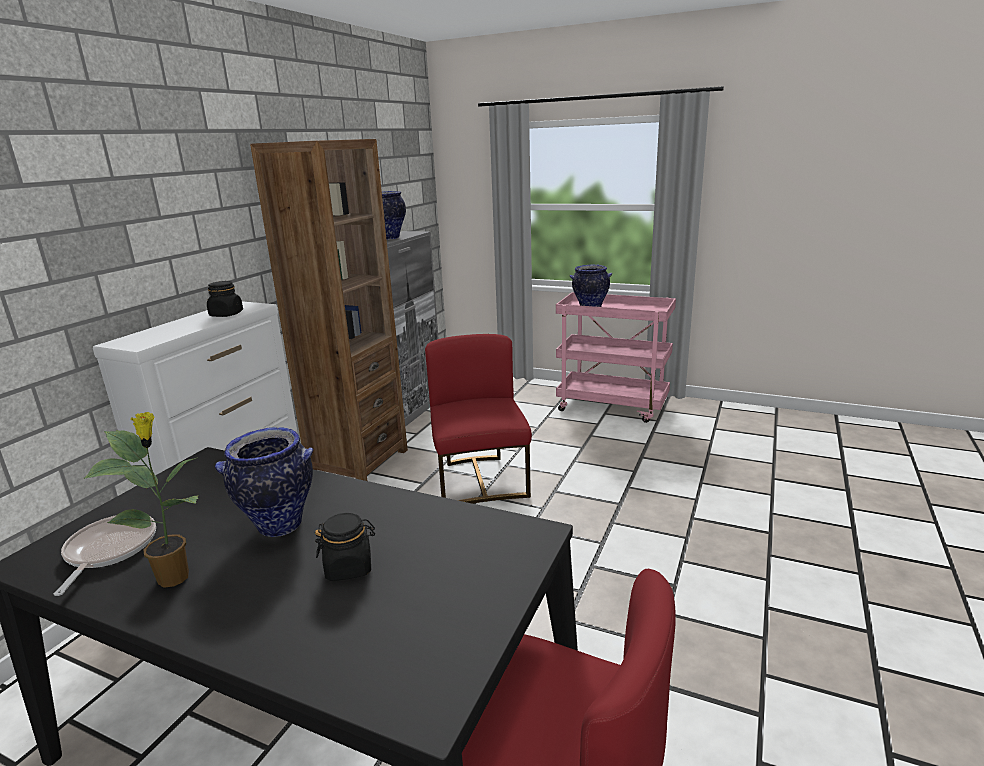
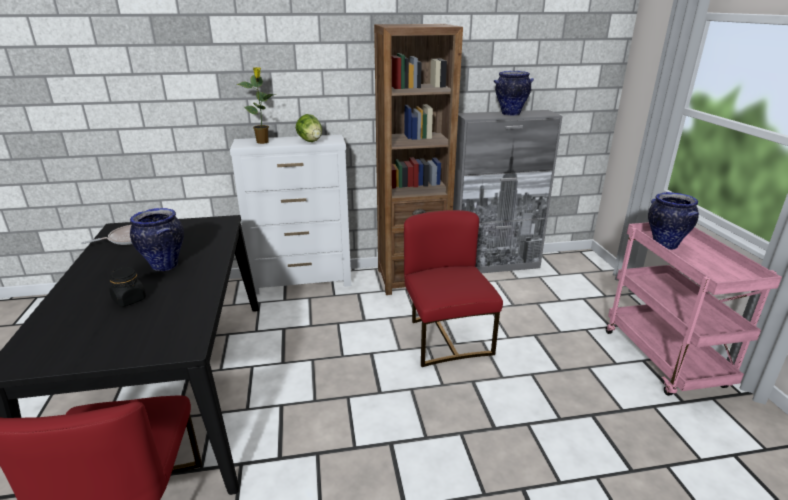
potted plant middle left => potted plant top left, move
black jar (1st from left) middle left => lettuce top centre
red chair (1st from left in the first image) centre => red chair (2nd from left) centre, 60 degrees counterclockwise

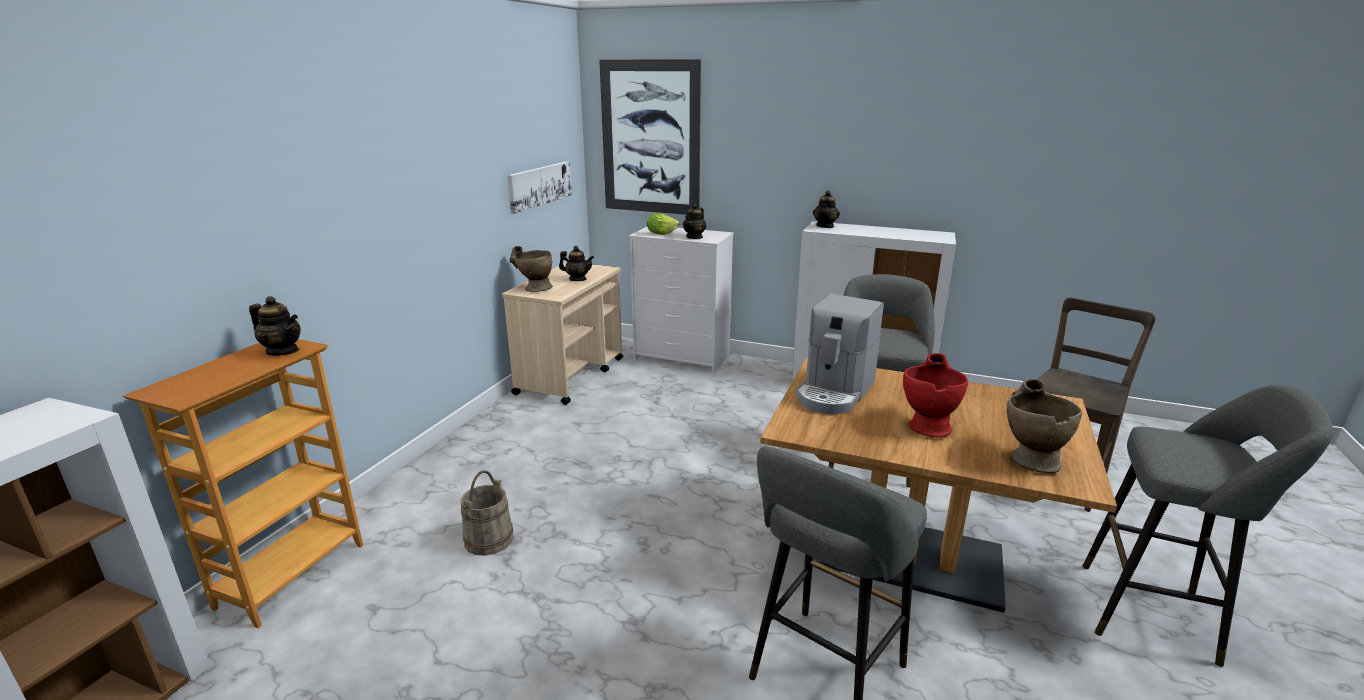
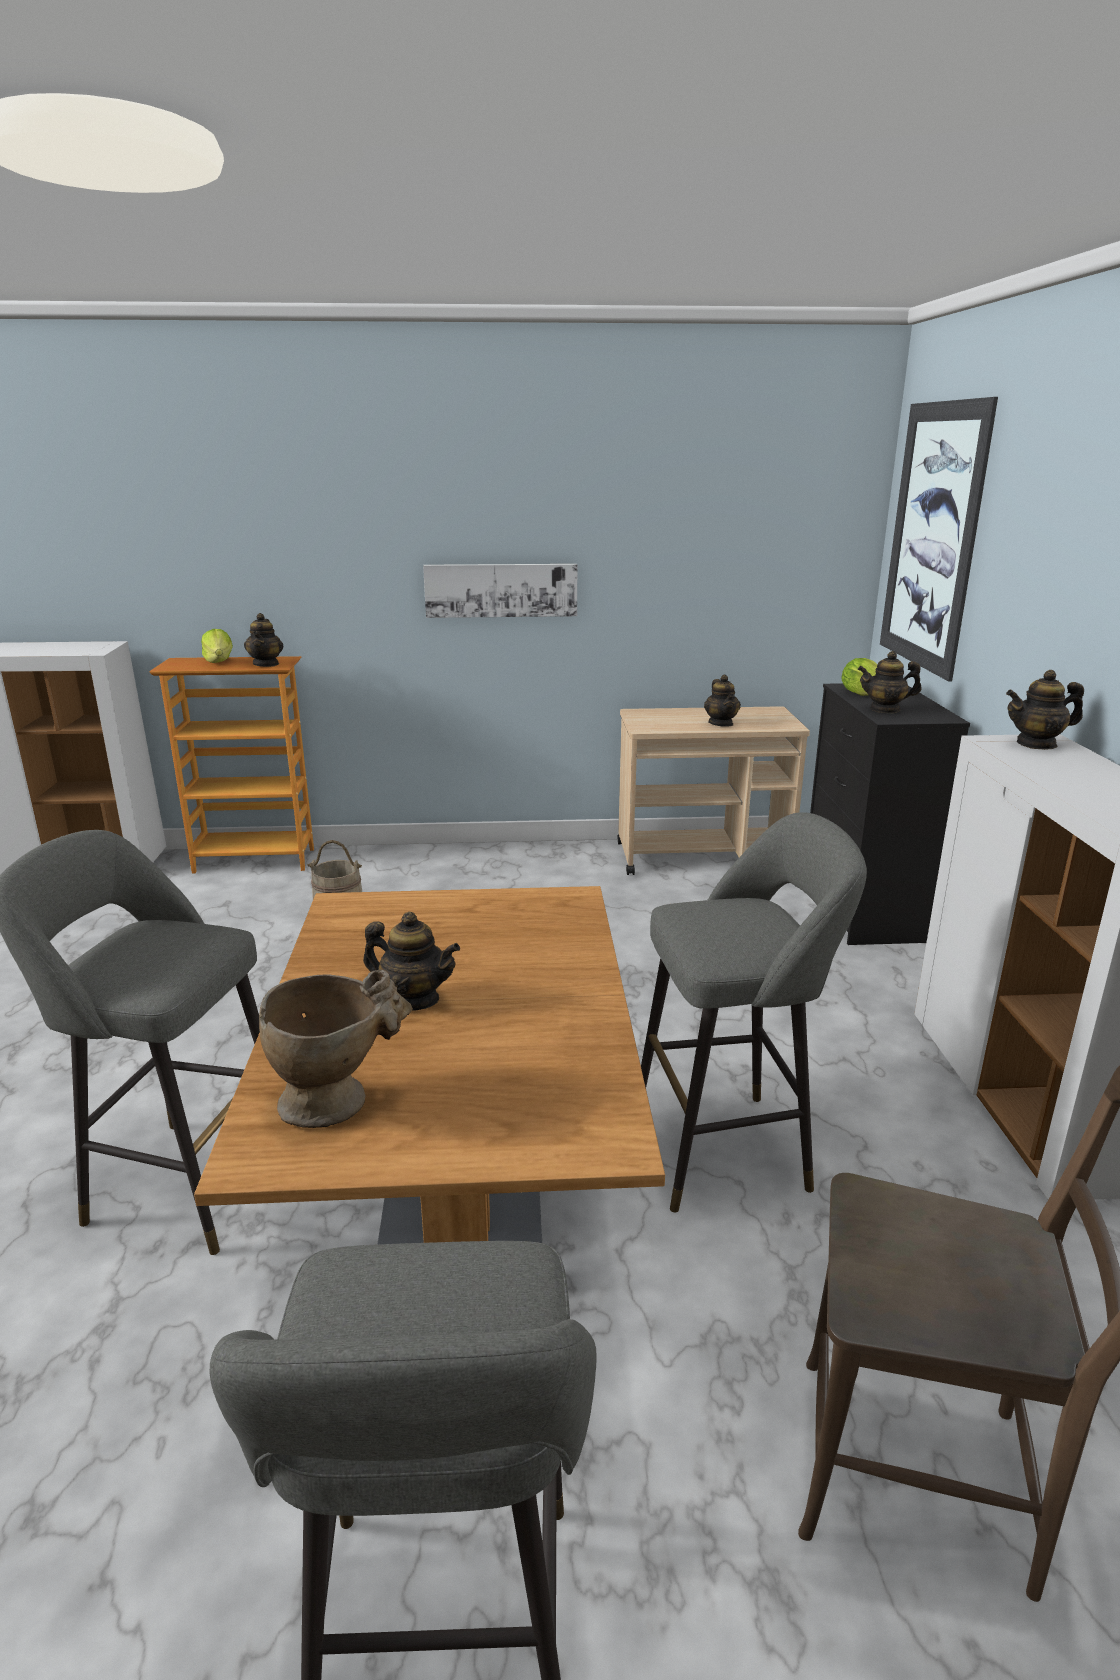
beige vase (1st from left) centre => nothing
coffee machine centre => nothing
nothing => lettuce (1st from left) middle left
picture (1st from left) top centre => picture (1st from left) centre, move
red vase middle right => teapot (2nd from left) centre
white dresser centre => black dresser middle right

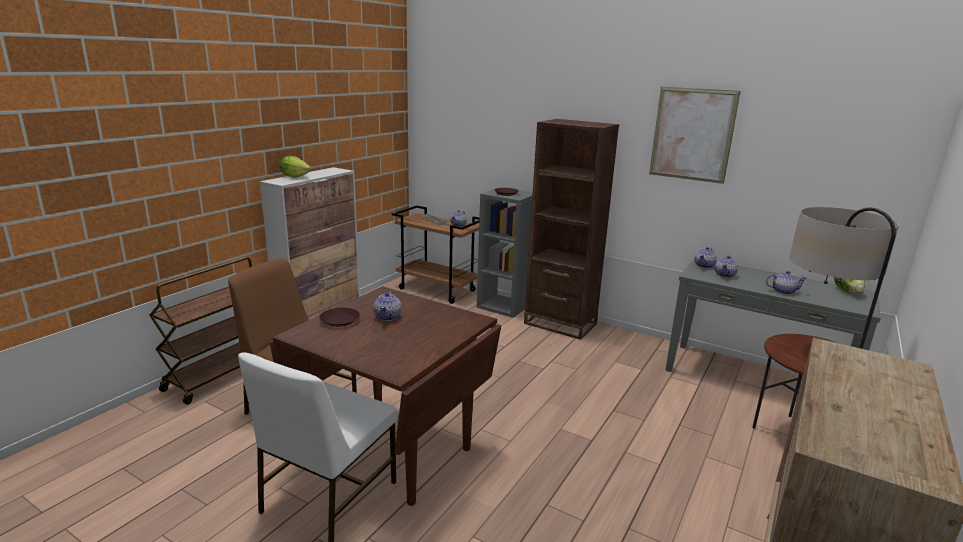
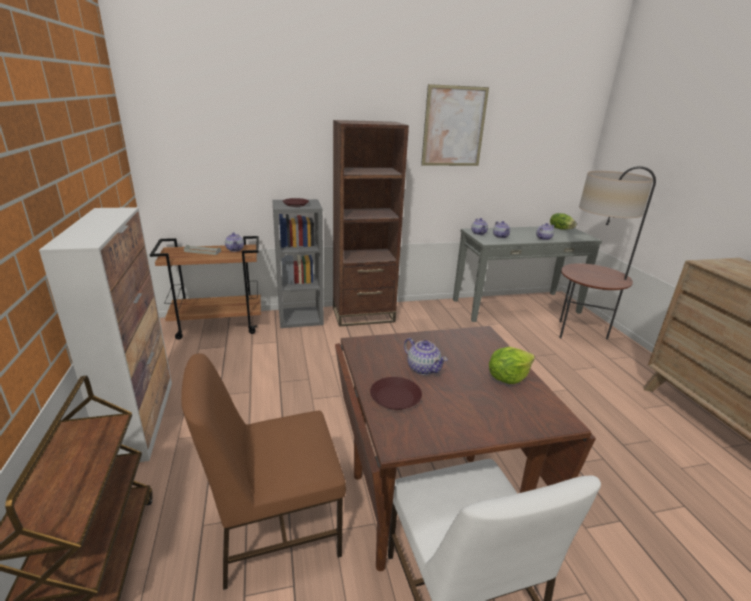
lettuce (1st from left) top left => lettuce (1st from left) middle right, move

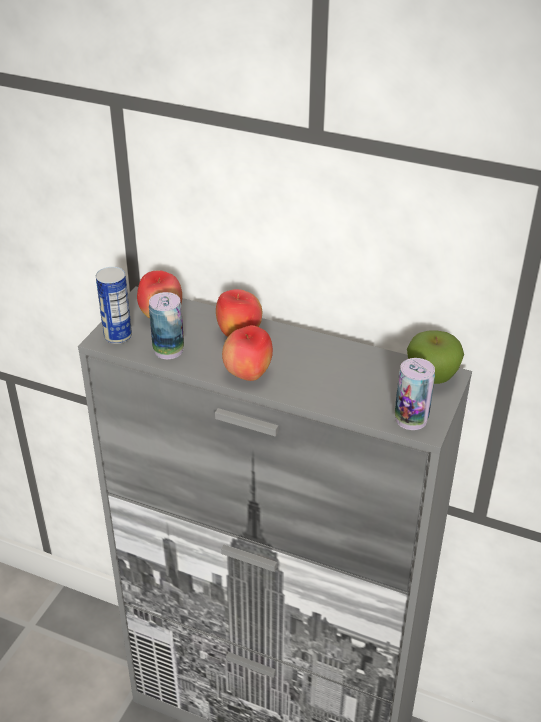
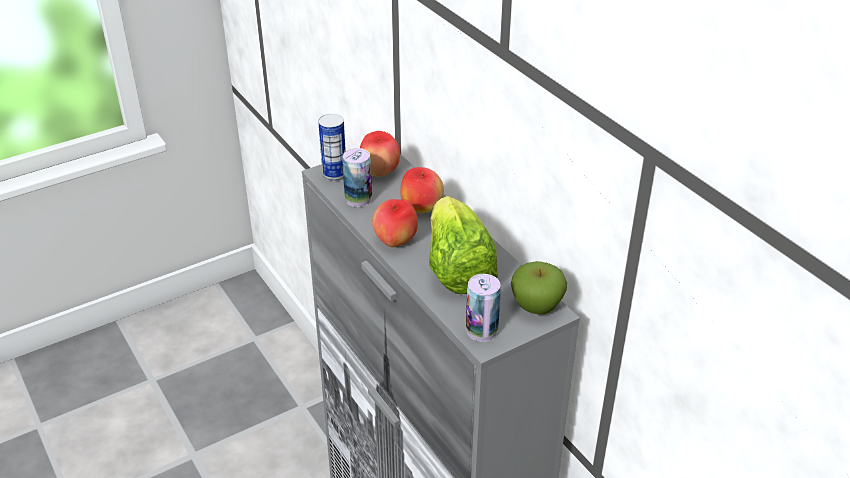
nothing => lettuce centre

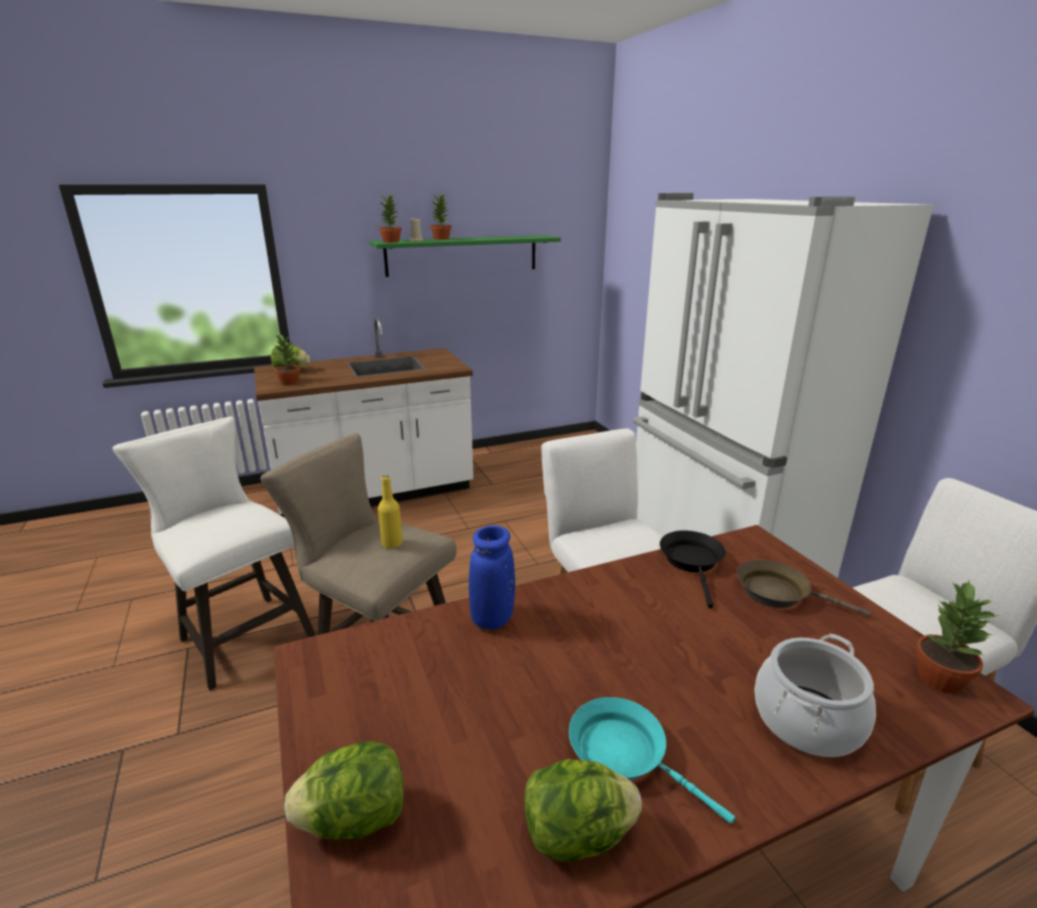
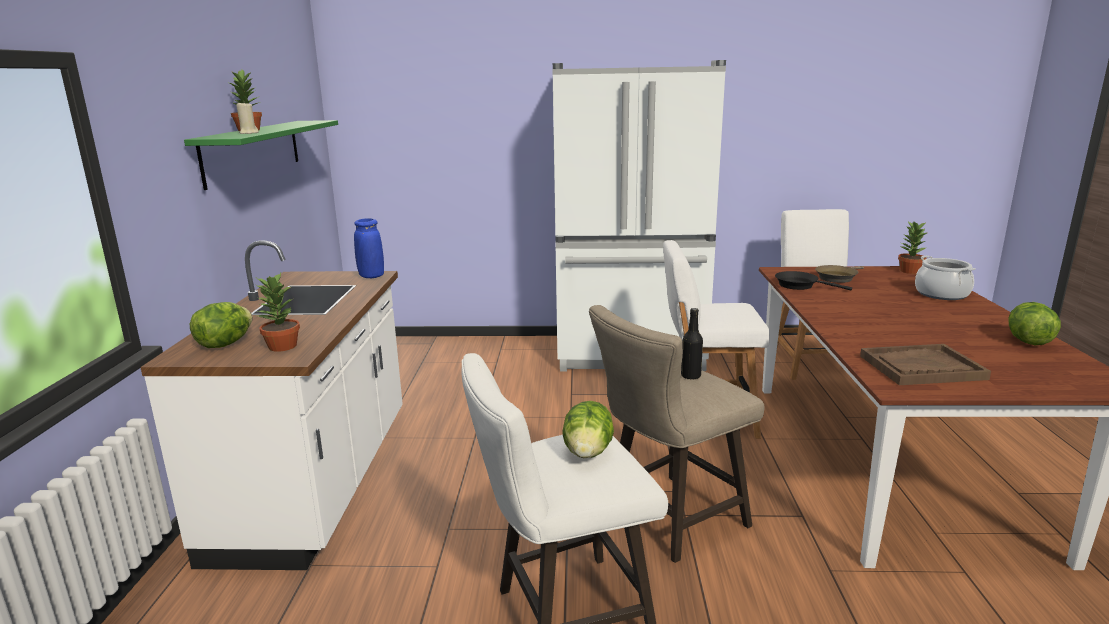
potted plant (2nd from left) top centre => nothing
turquoise frying pan bottom centre => nothing
nothing => brown tray middle right
lettuce (2nd from left) bottom left => lettuce (2nd from left) bottom centre, move
blue vase centre => blue vase middle left, move
yellow bottle centre => black bottle centre

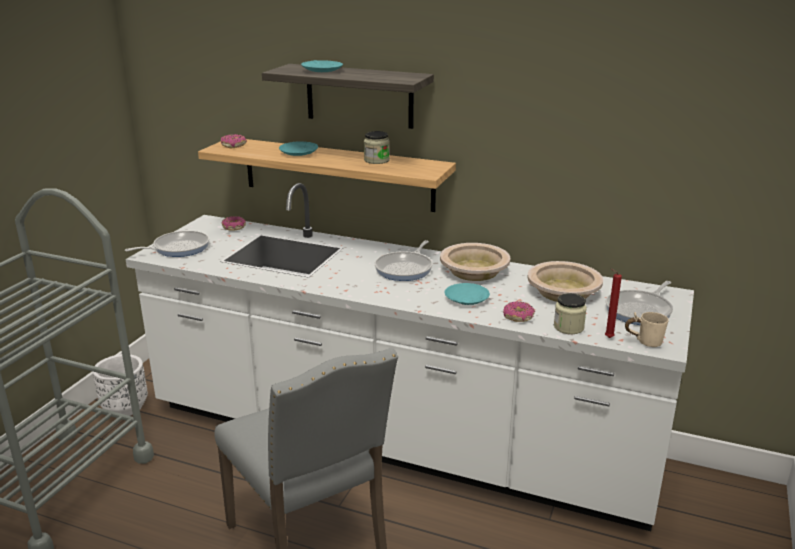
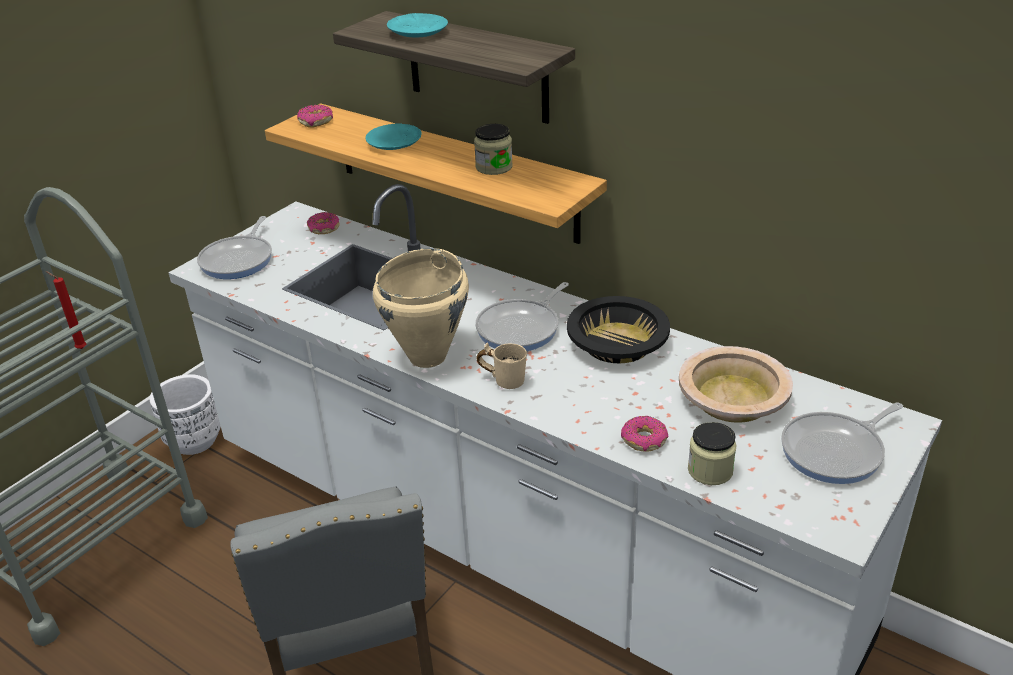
turquoise plate (3rd from left) centre => nothing
nothing => beige cooking pot centre
red candle middle right => red candle middle left, move
beige mug middle right => beige mug centre, move
beige bowl (1st from left) centre => black bowl centre
frying pan (1st from left) middle left, 120 degrees clockwise

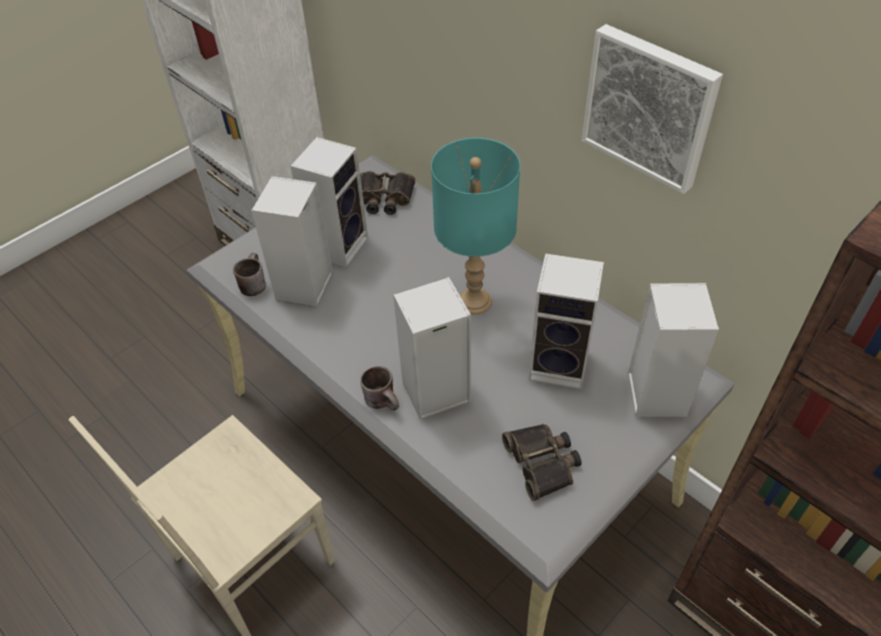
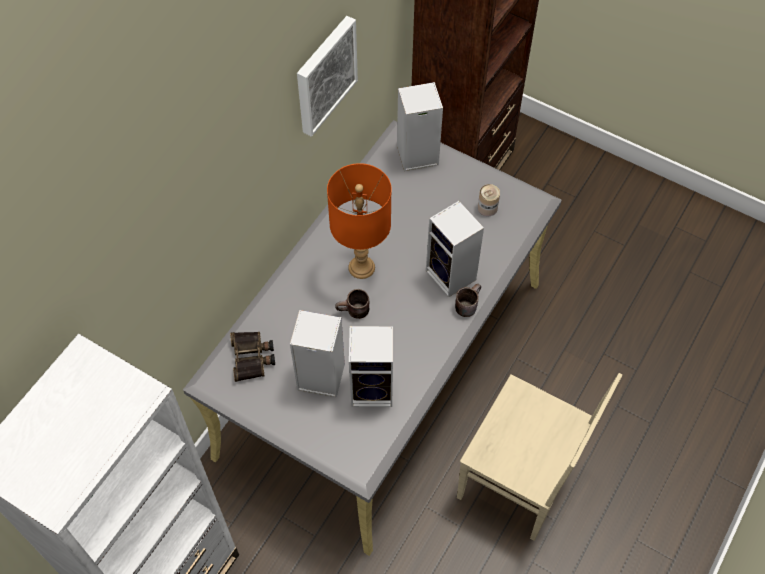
speaker (4th from left) centre => nothing
brown mug (1st from left) middle left => brown mug (1st from left) centre, move
binoculars (2nd from left) bottom centre => can centre
turquoise table lamp centre => orange table lamp centre

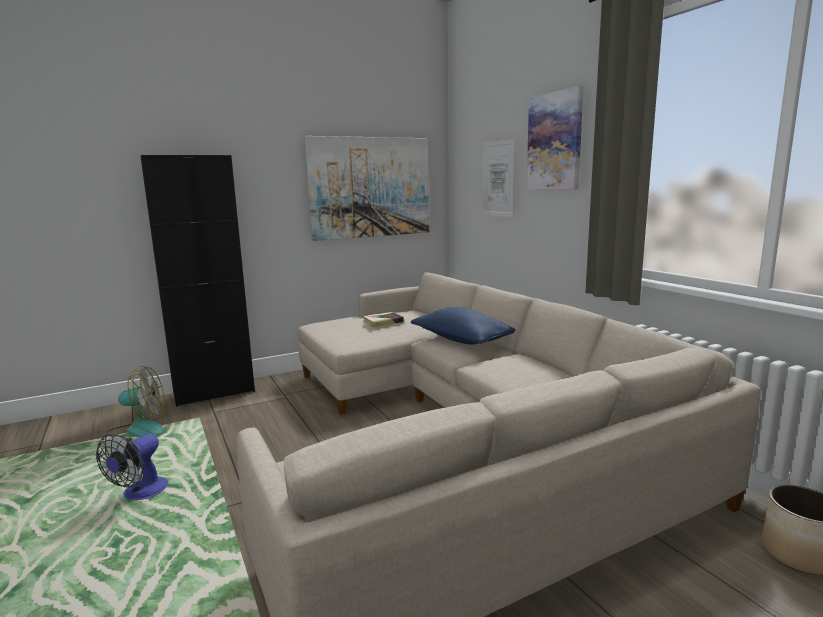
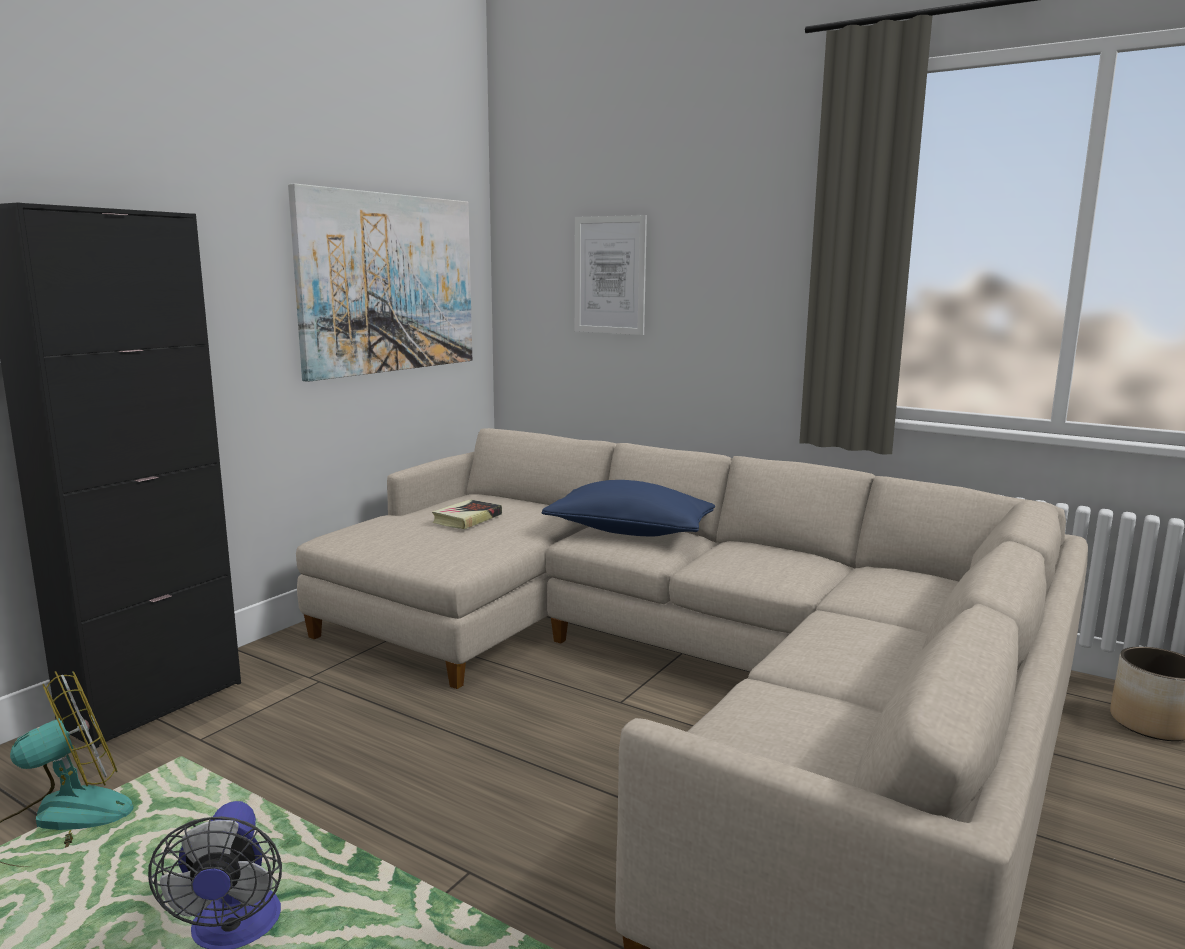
picture (3rd from left) top right => nothing

